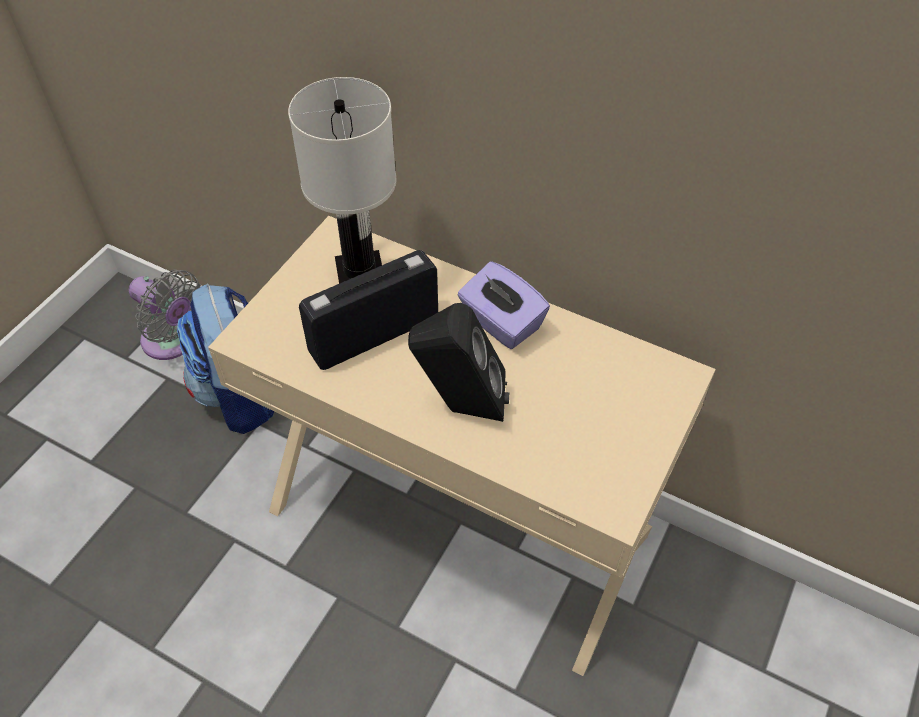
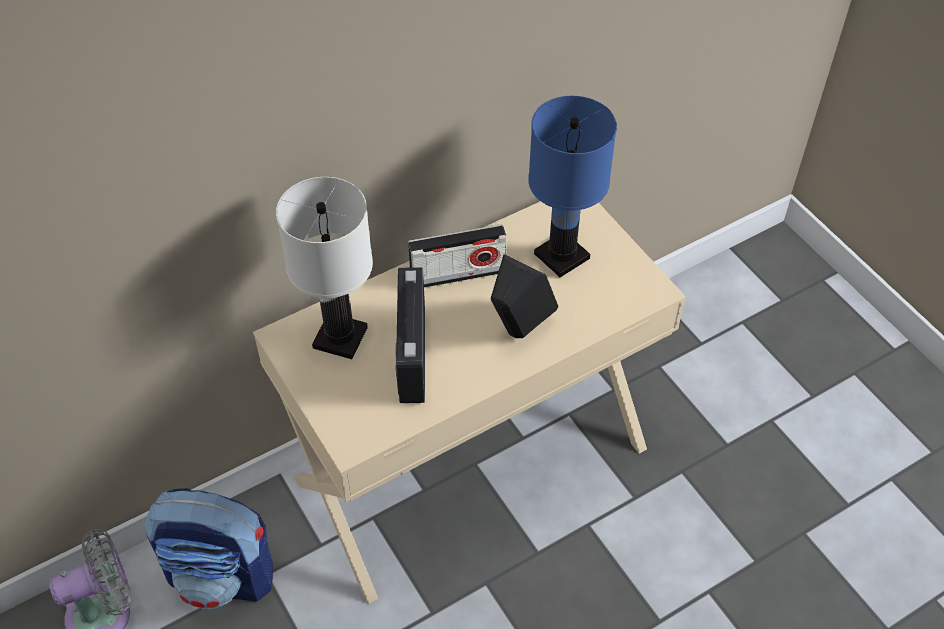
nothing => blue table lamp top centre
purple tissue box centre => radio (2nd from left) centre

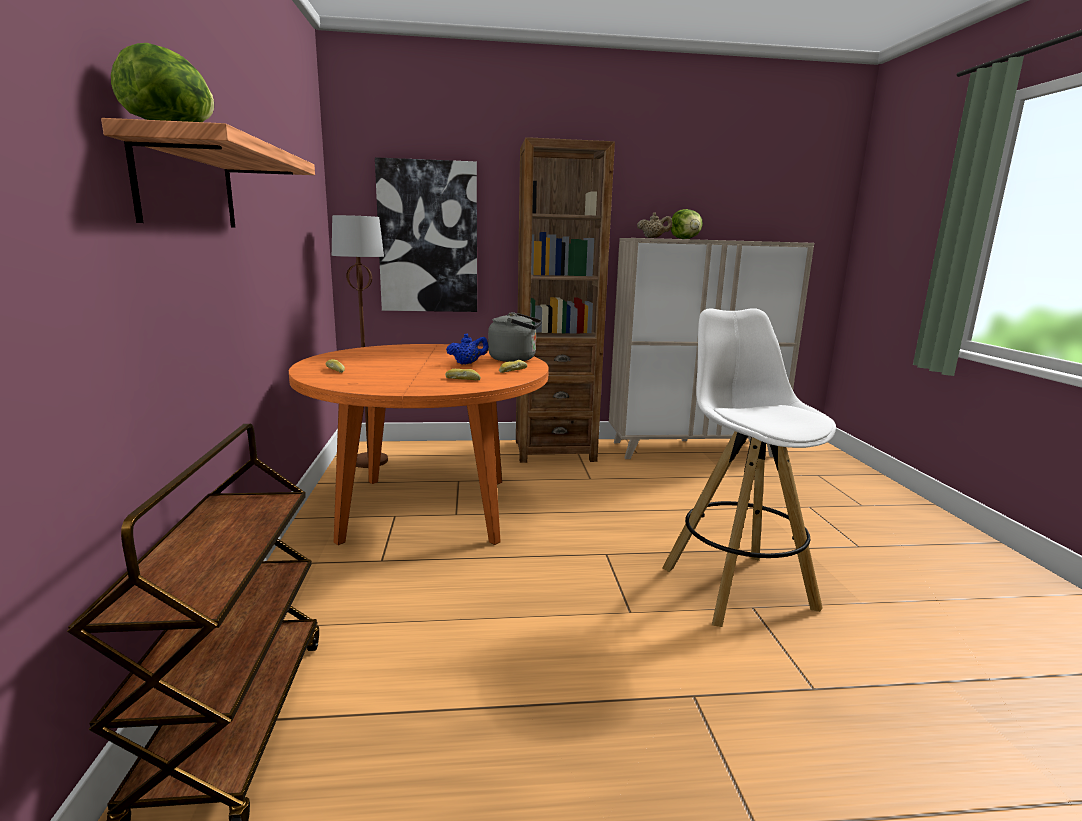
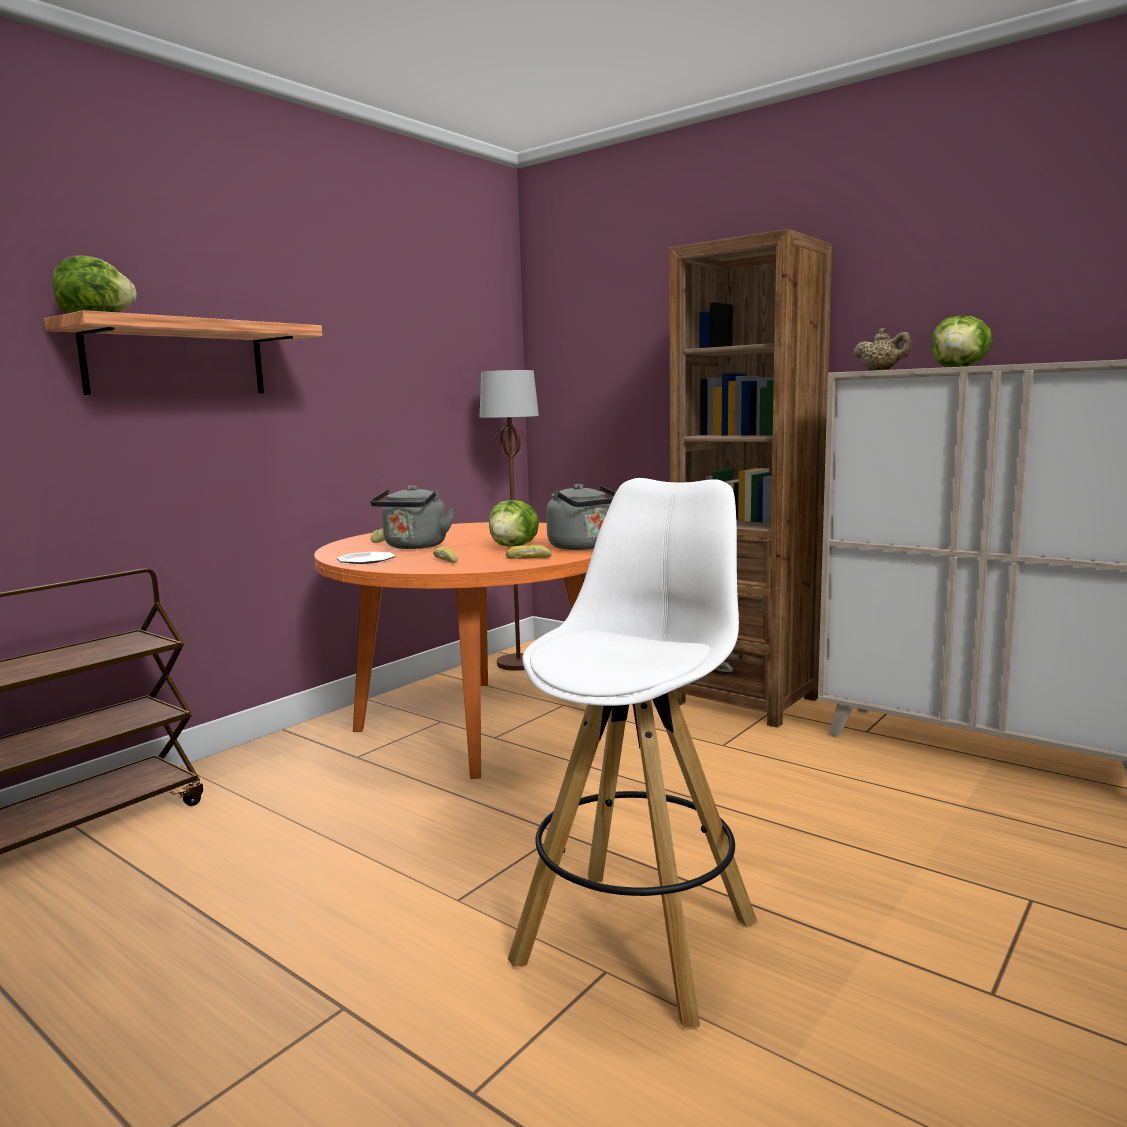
picture top centre => nothing
nothing => plate middle left
nothing => grey kettle (1st from left) centre
blue teapot centre => lettuce (2nd from left) centre

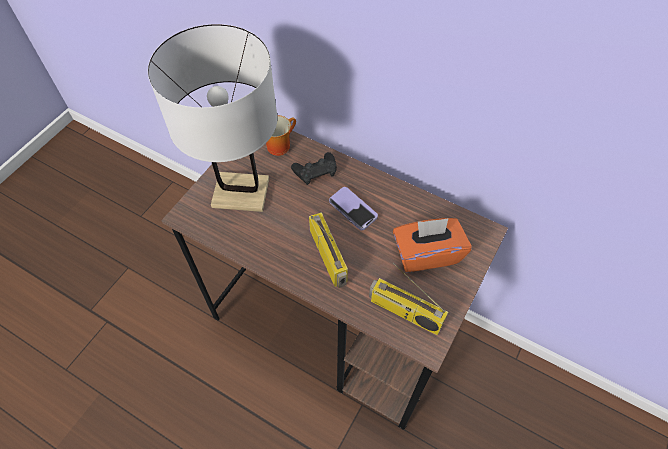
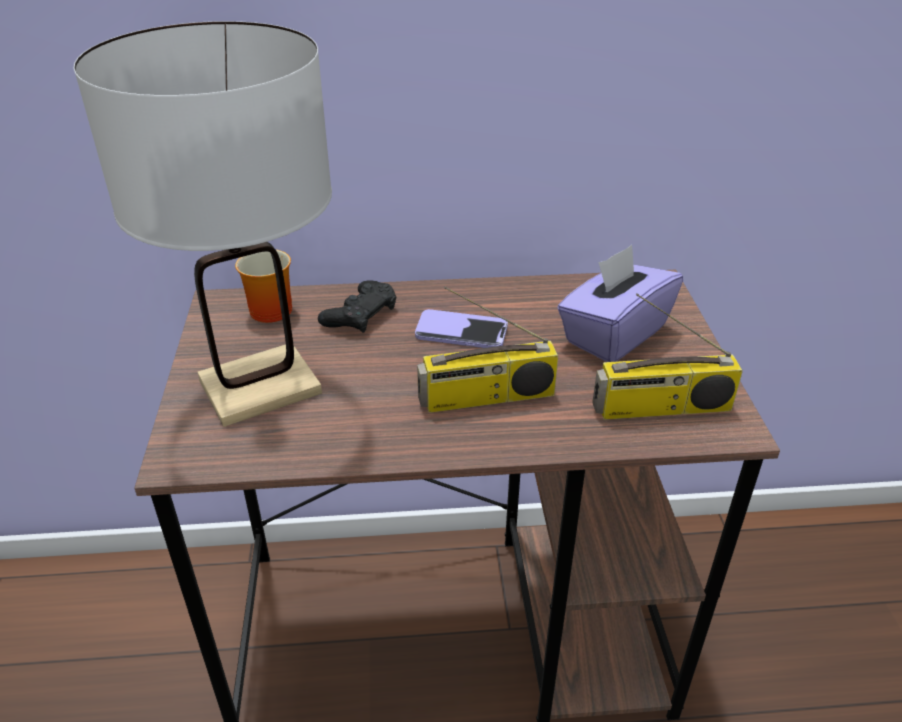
orange tissue box centre => purple tissue box middle right
radio (1st from left) centre, 135 degrees clockwise

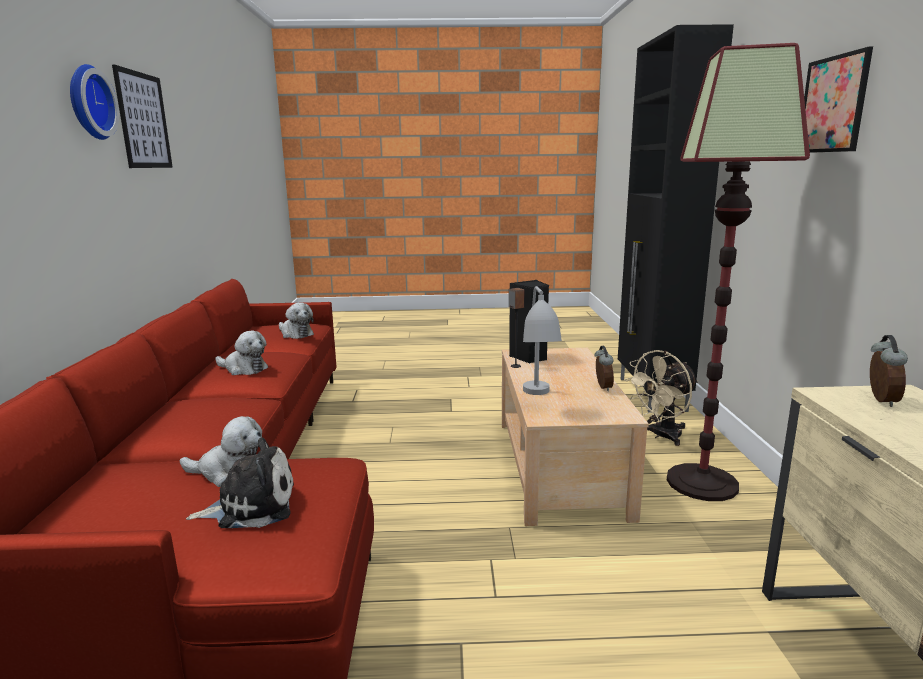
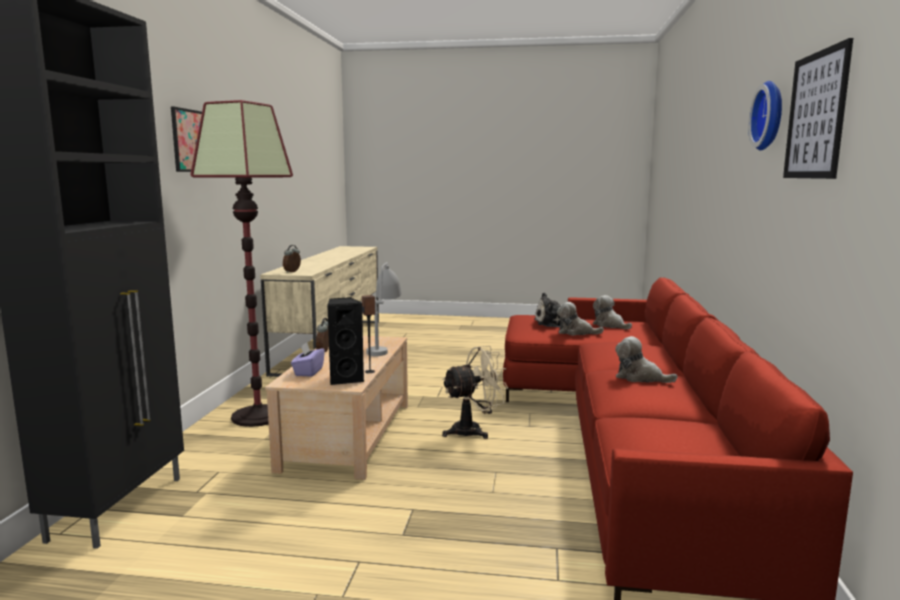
nothing => purple tissue box centre
plush toy (4th from left in the first image) middle left => plush toy (3rd from left) middle right, move
beige fan middle right => beige fan centre, move

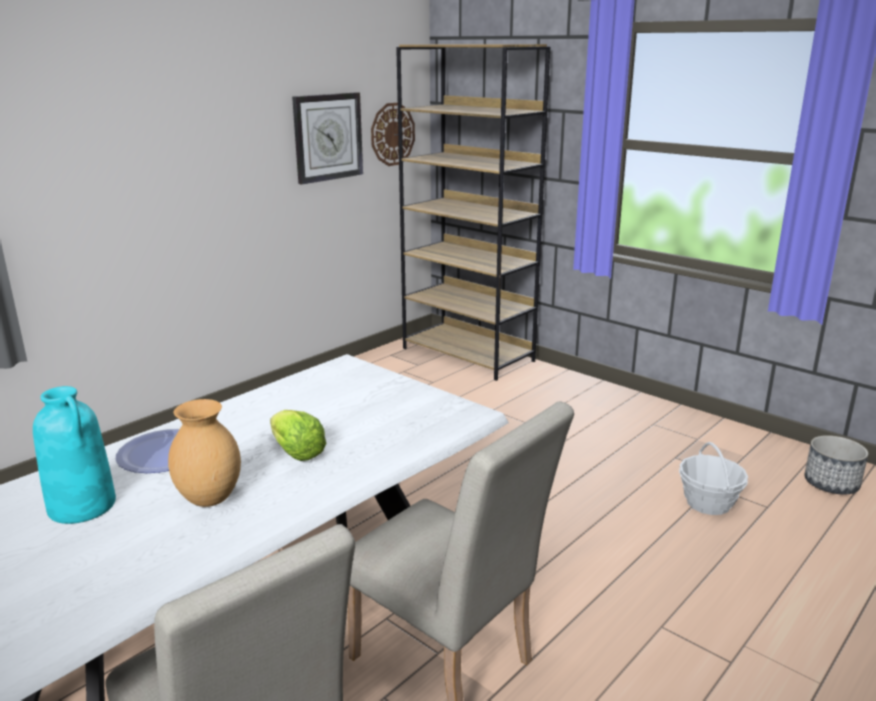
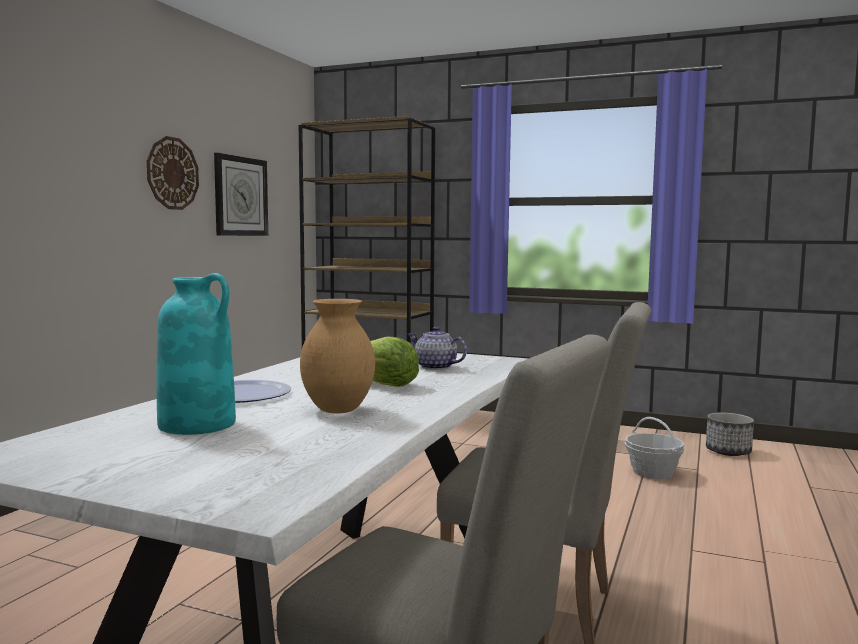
nothing => teapot centre
wall clock (2nd from left in the first image) top centre => wall clock (1st from left) top left, move

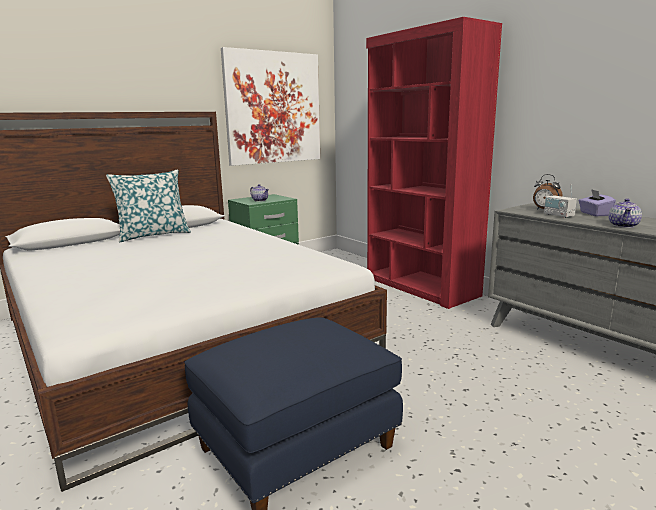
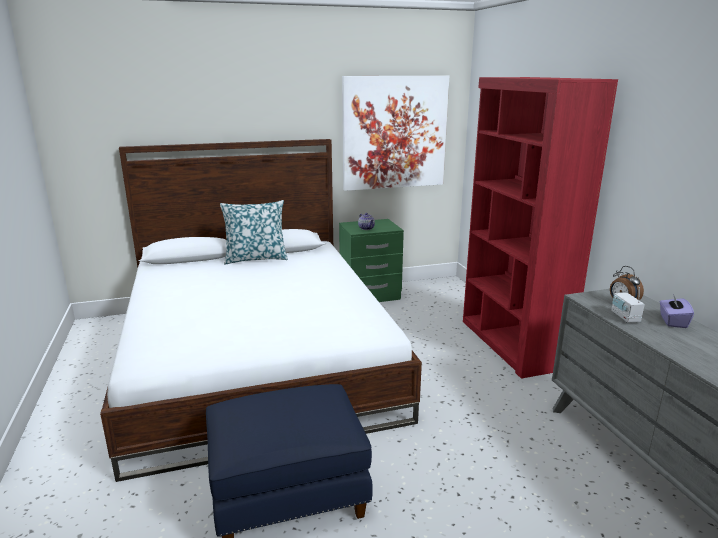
teapot (2nd from left) middle right => nothing

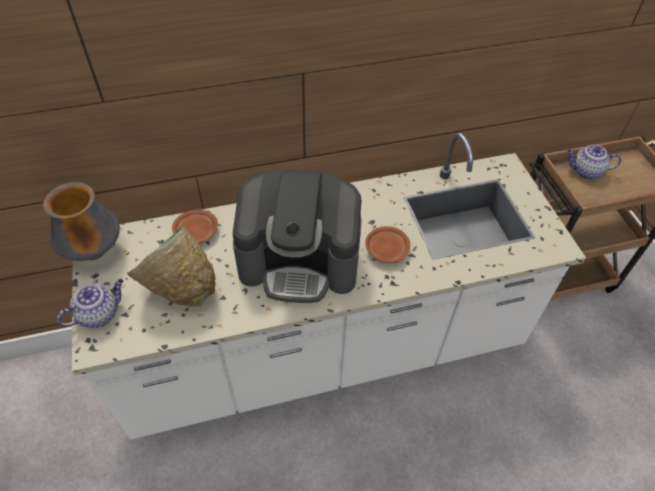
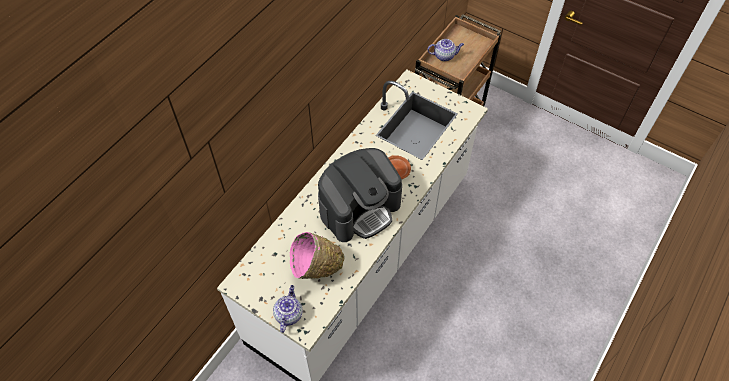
vase middle left => nothing
brown plate (1st from left) middle left => nothing
green bowl middle left => pink bowl bottom centre
teapot (2nd from left) top right => teapot (2nd from left) top centre, 150 degrees counterclockwise

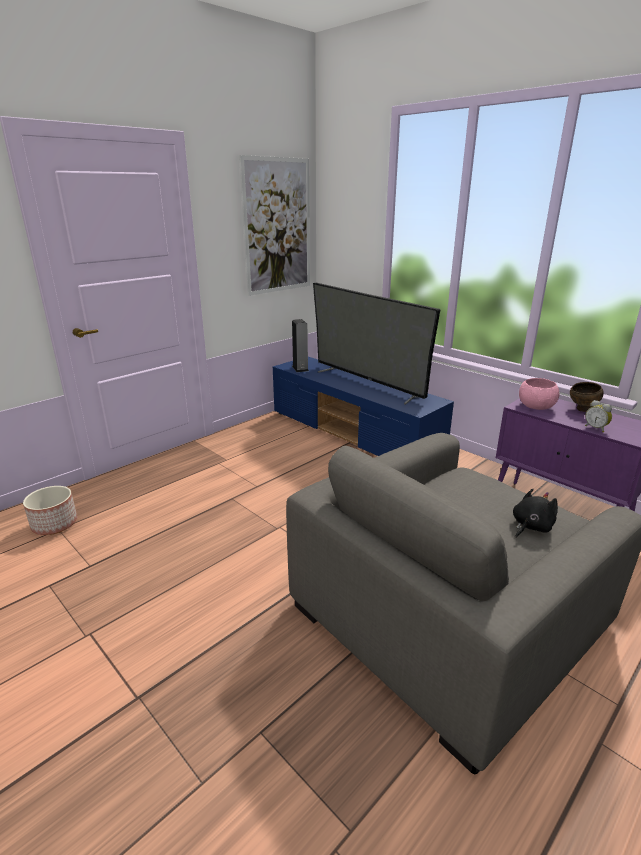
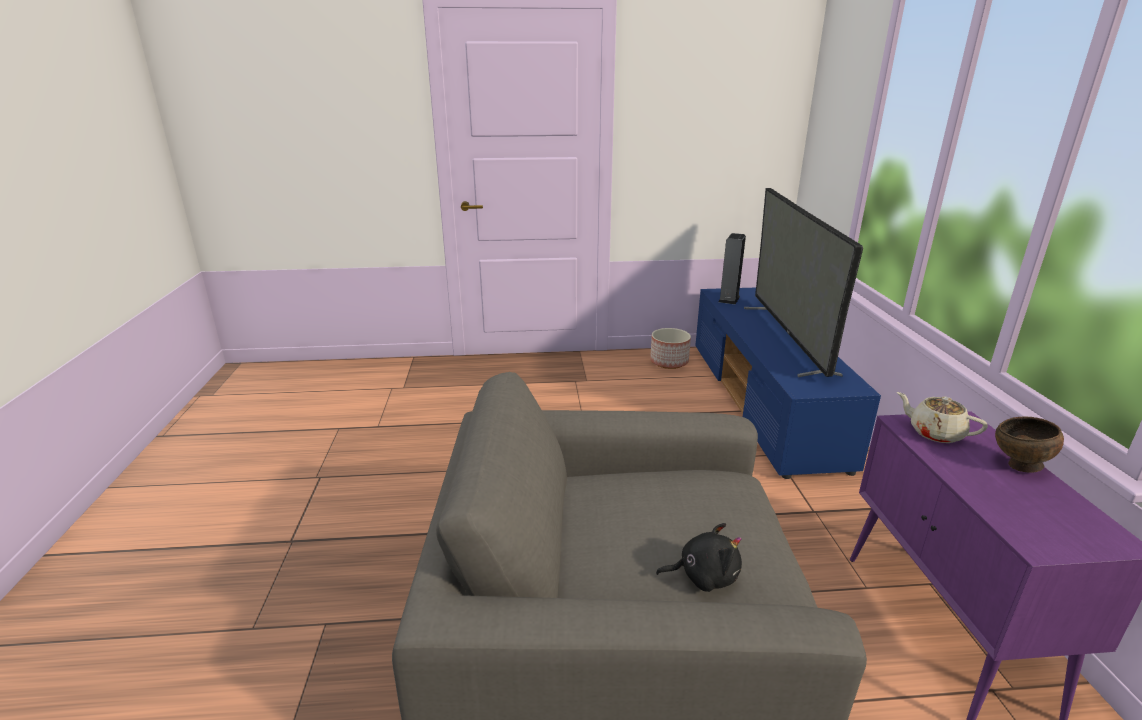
picture top centre => nothing
alarm clock middle right => nothing
planter middle left => planter centre, move
pink bowl middle right => beige teapot middle right

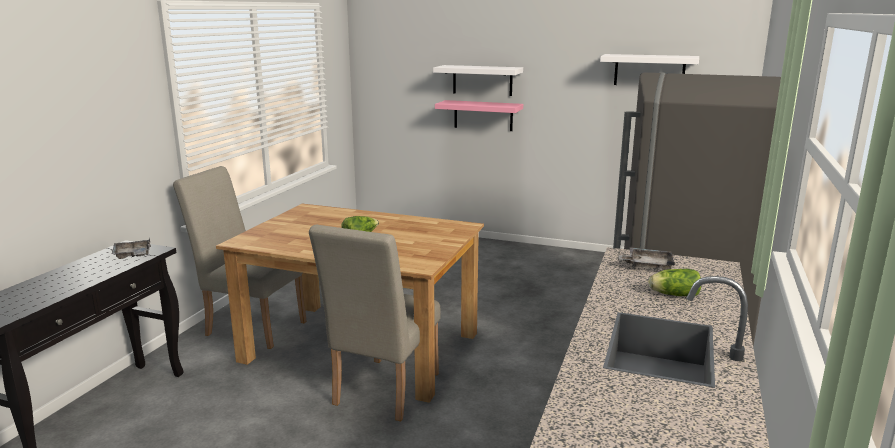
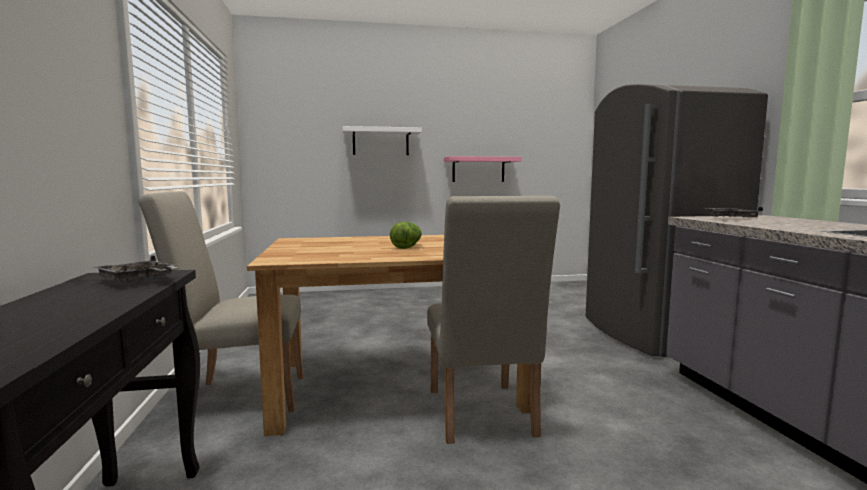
white shelf (2nd from left) top right => nothing
lettuce (2nd from left) middle right => nothing
pink shelf top centre => pink shelf centre, move

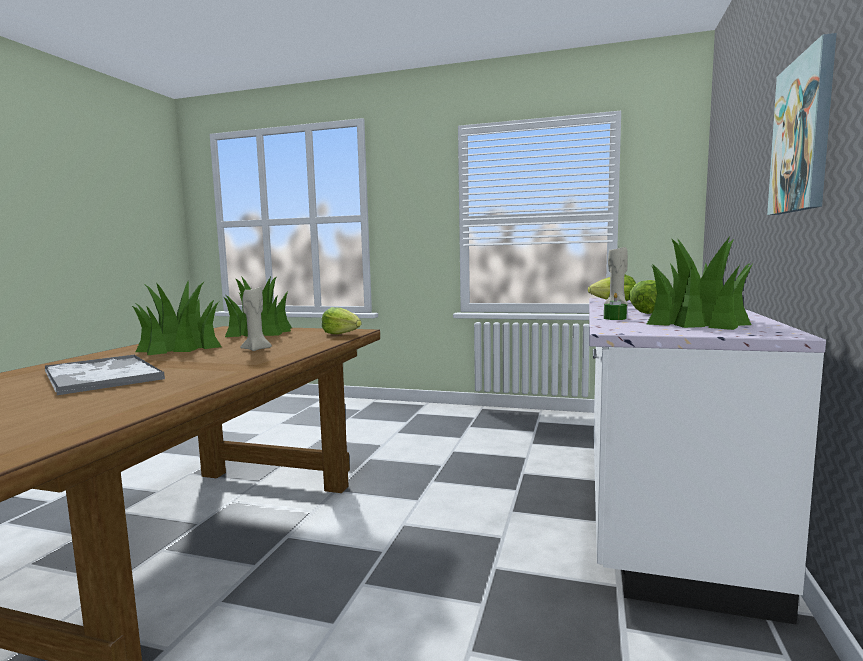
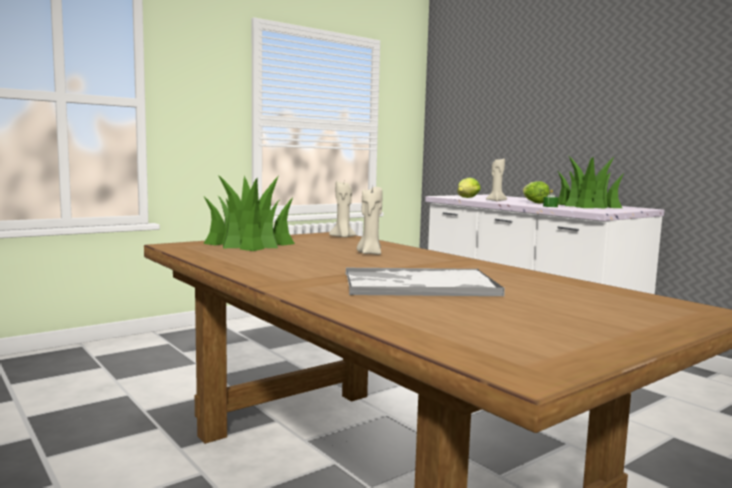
potted plant (1st from left) middle left => nothing
picture top right => nothing
lettuce (1st from left) centre => beige candle (1st from left) centre

